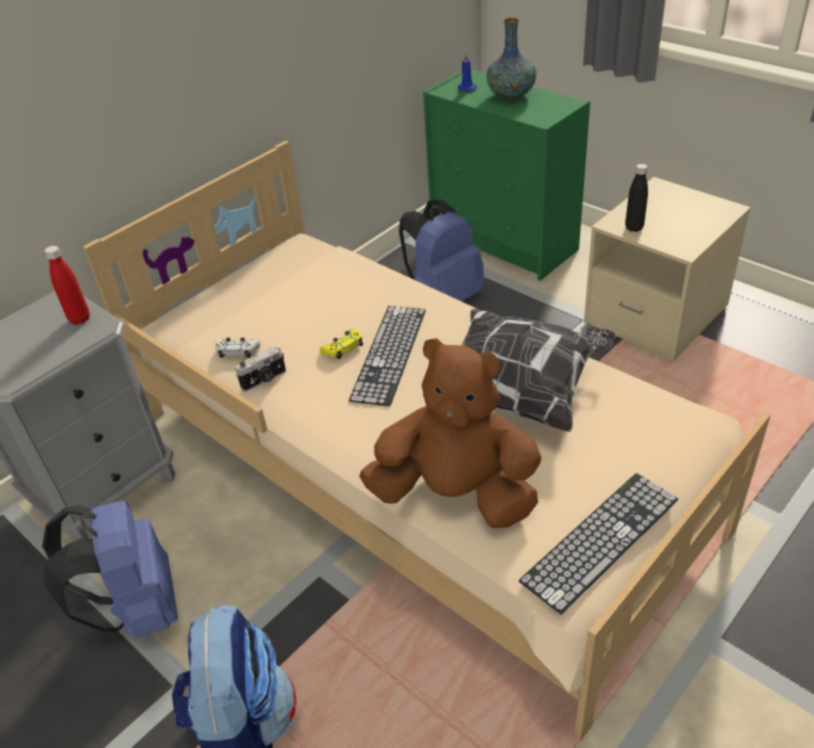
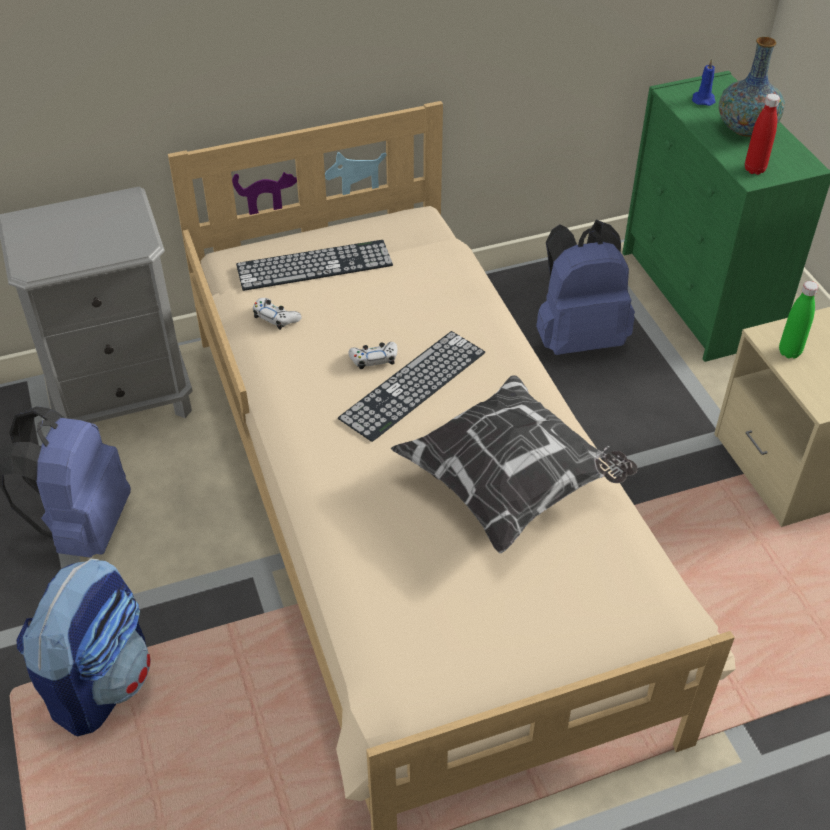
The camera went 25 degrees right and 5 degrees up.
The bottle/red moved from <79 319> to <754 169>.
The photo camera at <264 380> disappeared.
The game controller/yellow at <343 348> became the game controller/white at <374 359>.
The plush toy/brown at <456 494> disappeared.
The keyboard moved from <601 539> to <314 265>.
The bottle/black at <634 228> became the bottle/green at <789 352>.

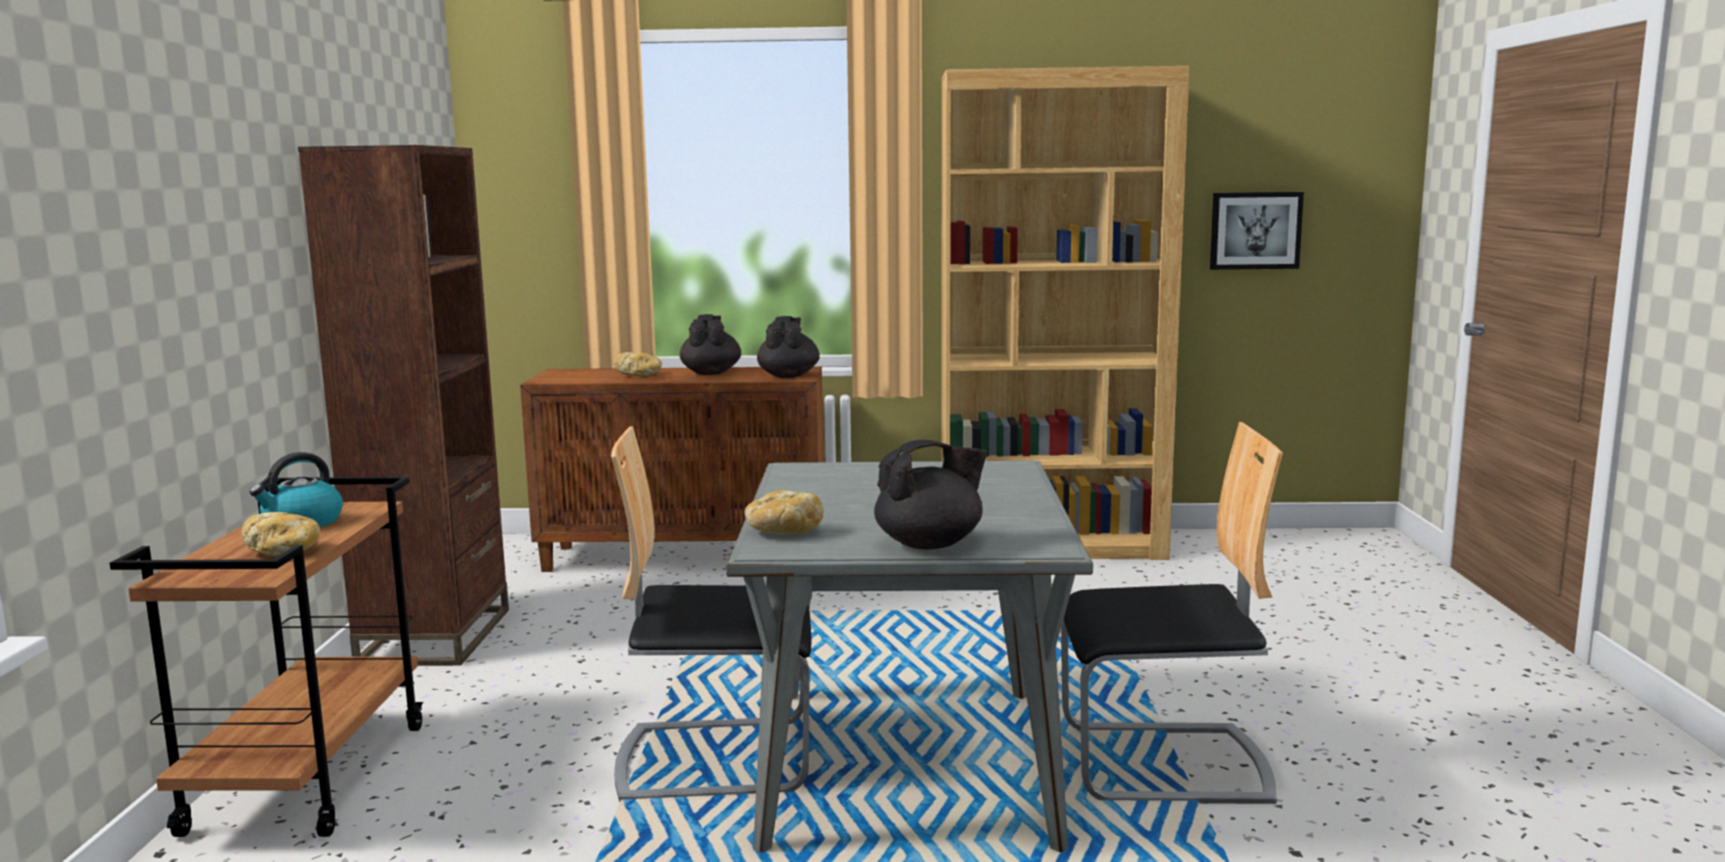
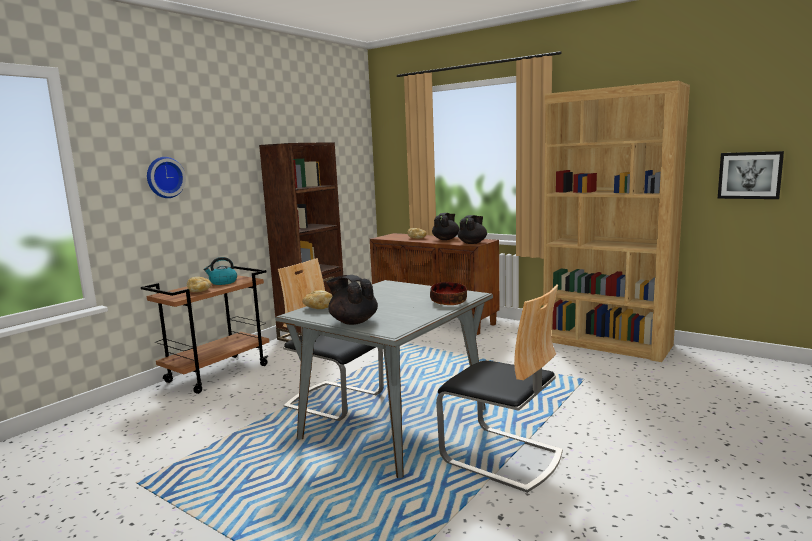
The camera went 35 degrees right and 0 degrees up.
The teapot/black at <930 544> turned 150 degrees counterclockwise.
The wall clock at <164 177> appeared.
The bowl at <448 302> appeared.

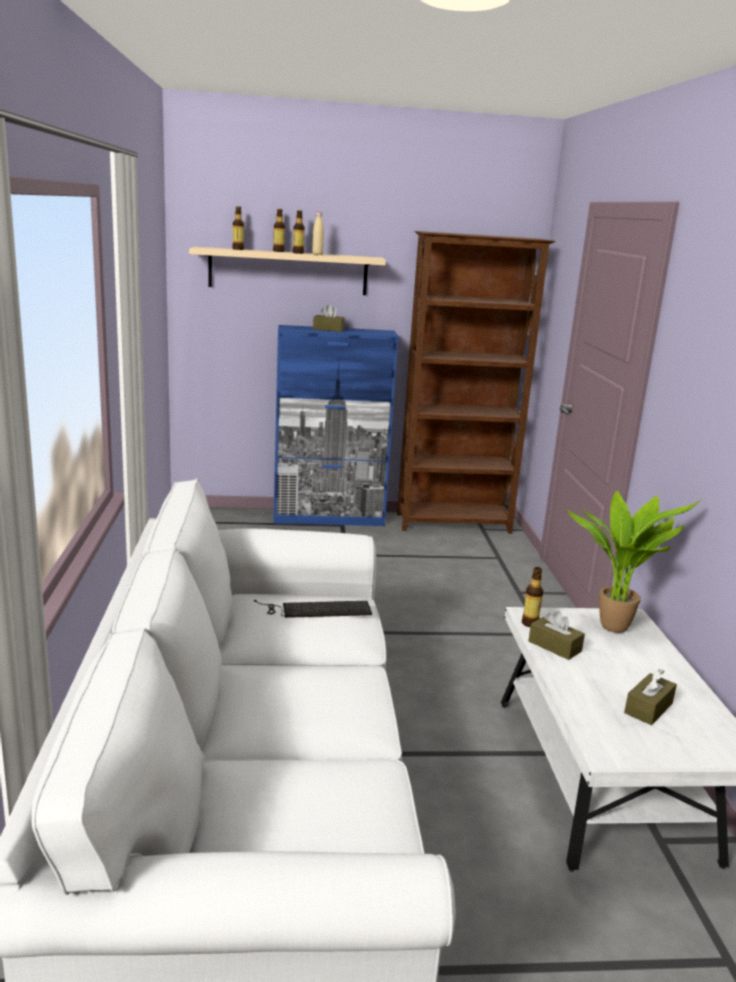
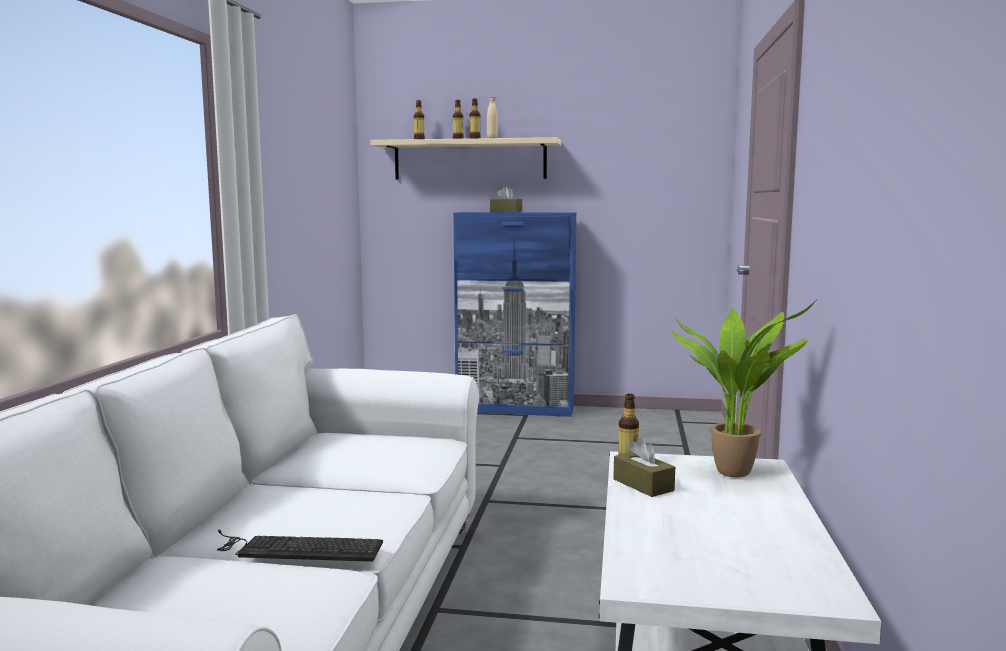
The camera went 15 degrees right and 10 degrees down.
The keyboard moved from <315 609> to <295 548>.
The bookcase/brown at <454 524> disappeared.
The tissue box/brown at <648 708> disappeared.

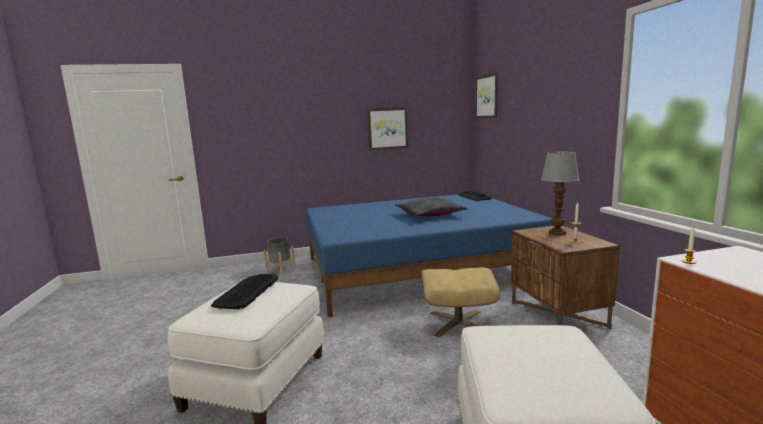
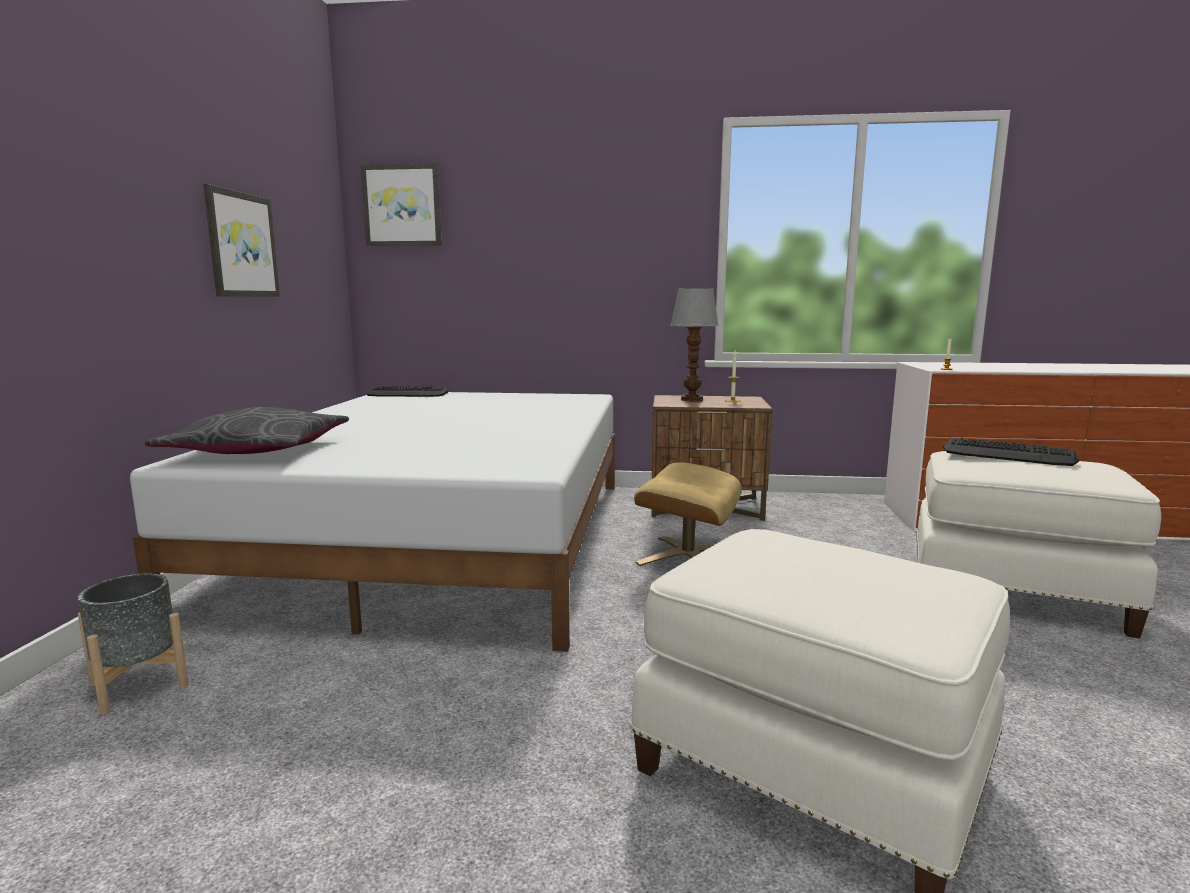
The camera went 70 degrees left and 0 degrees up.
The keyboard moved from <246 292> to <1008 454>.
The bed/blue at <418 269> became the bed/white at <445 539>.
The pillow/grey moved from <430 215> to <258 450>.

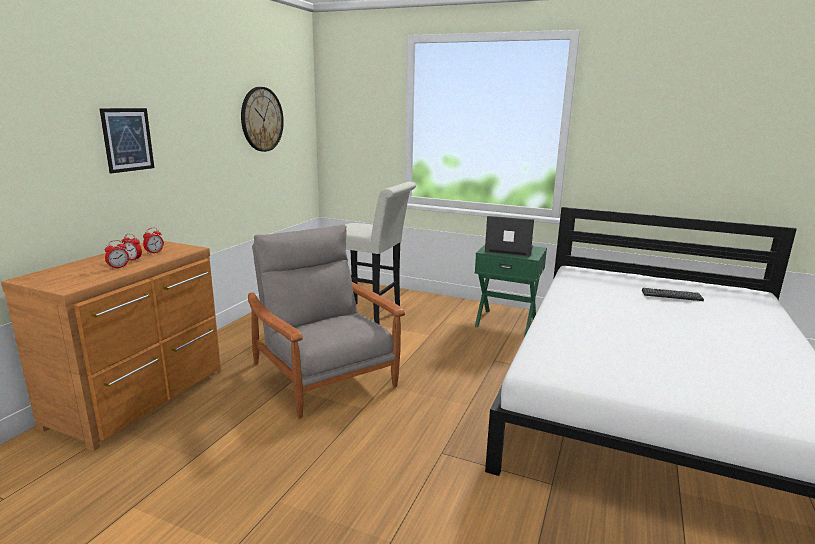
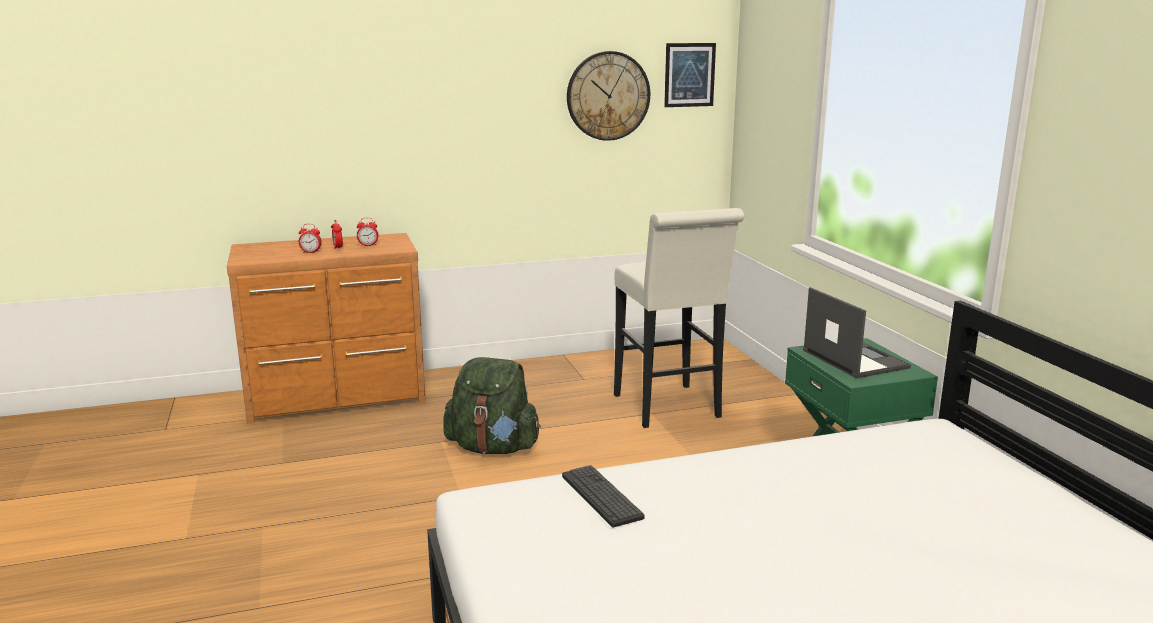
The camera went 50 degrees right and 0 degrees up.
The picture moved from <128 140> to <689 75>.
The armchair/grey at <324 375> was replaced by the backpack/green at <493 448>.
The keyboard moved from <671 295> to <601 496>.

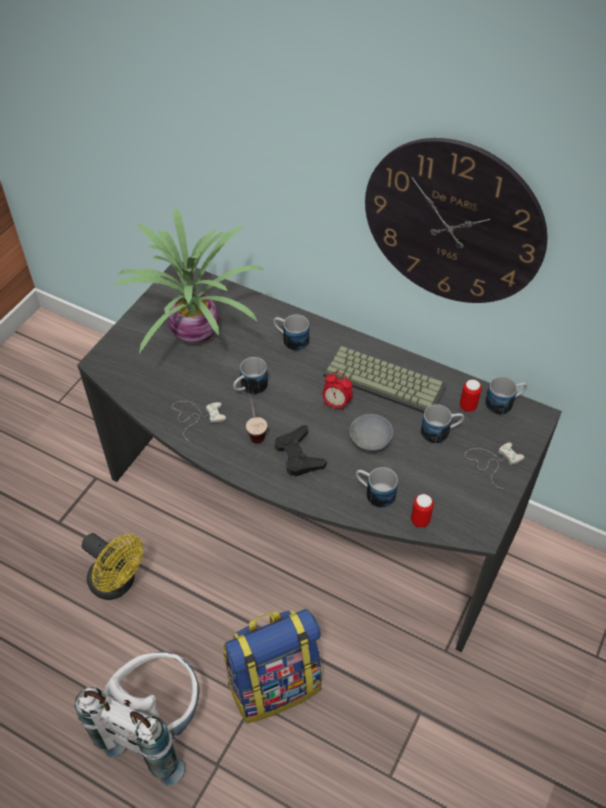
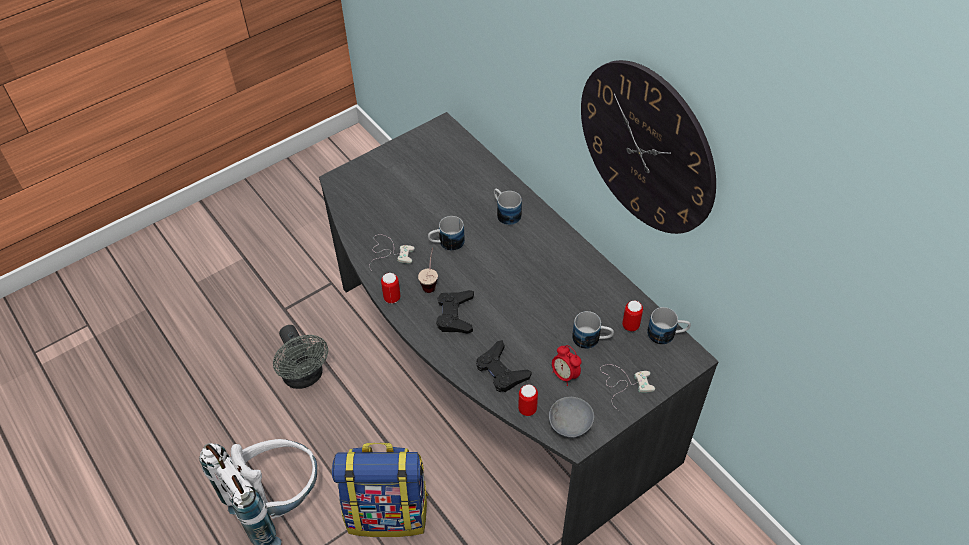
The camera went 25 degrees right and 0 degrees up.
The fan/yellow at <118 583> became the fan/grey at <305 377>.
The potted plant at <192 334> disappeared.
The alarm clock moved from <336 404> to <564 375>.
The keyboard at <386 380> disappeared.
The bowl/grey moved from <371 440> to <571 424>.
The mug at <374 493> was replaced by the game controller/black at <501 371>.
The can at <392 298> appeared.

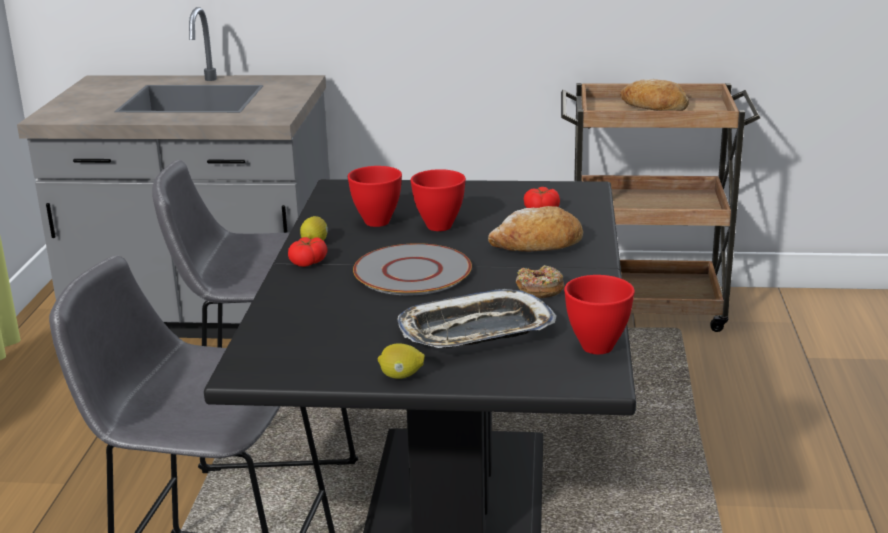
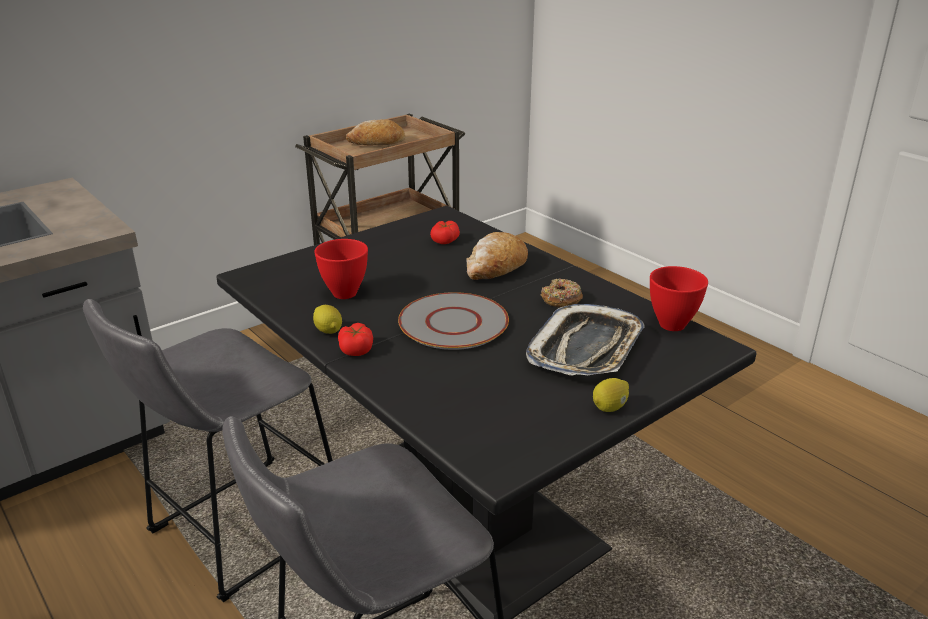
The camera went 45 degrees left and 5 degrees up.
The bowl/red at <439 227> disappeared.

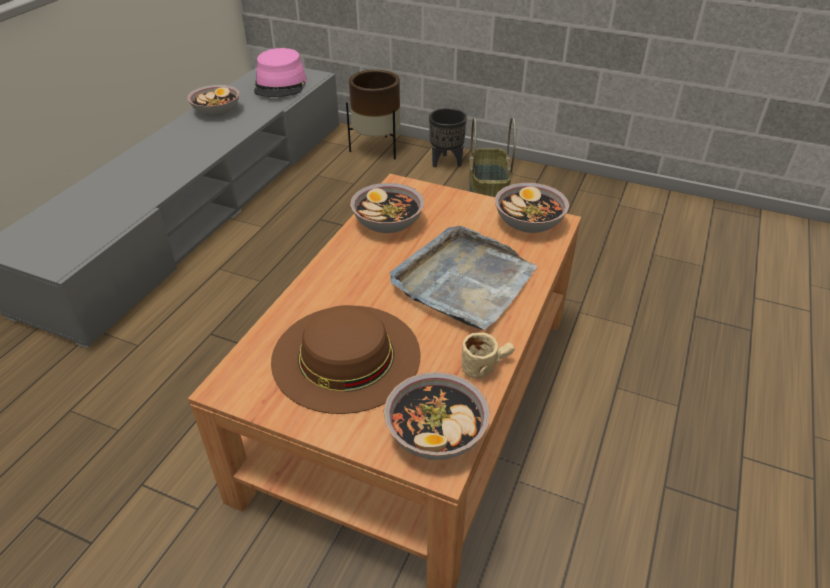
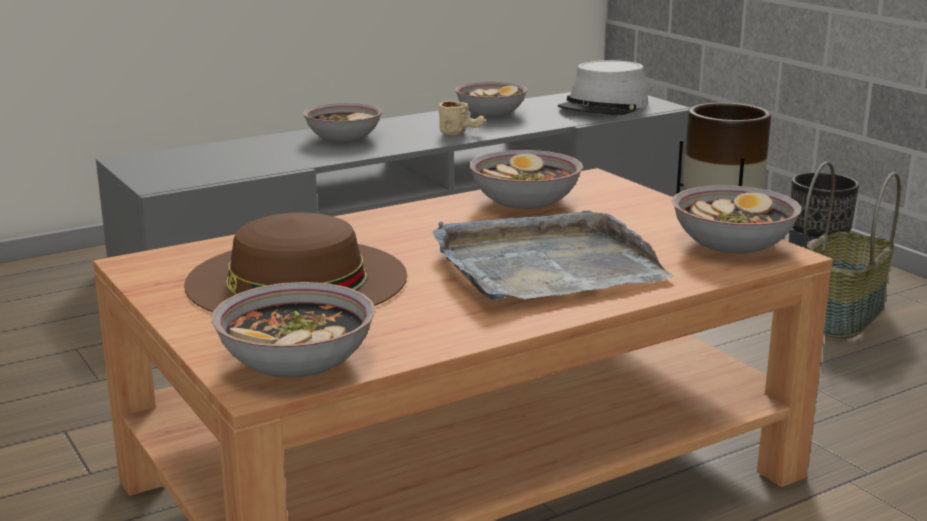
The camera went 35 degrees right and 20 degrees down.
The hat/pink at <280 85> became the hat/grey at <604 106>.
The mug/beige moved from <485 365> to <461 132>.
The bowl at <343 137> appeared.

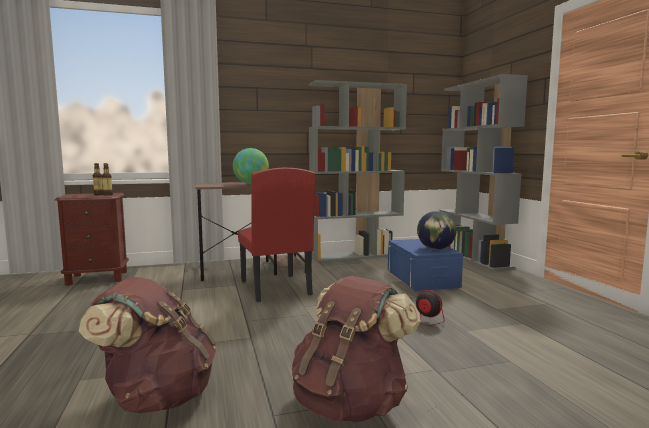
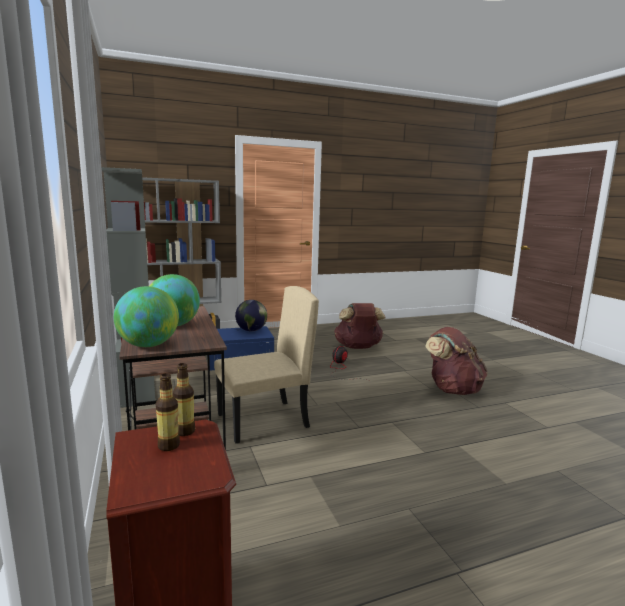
The camera went 95 degrees left and 5 degrees up.
The backpack/brown moved from <157 398> to <358 347>.
The chair/red at <274 288> became the chair/beige at <263 421>.
The globe at <148 345> appeared.

